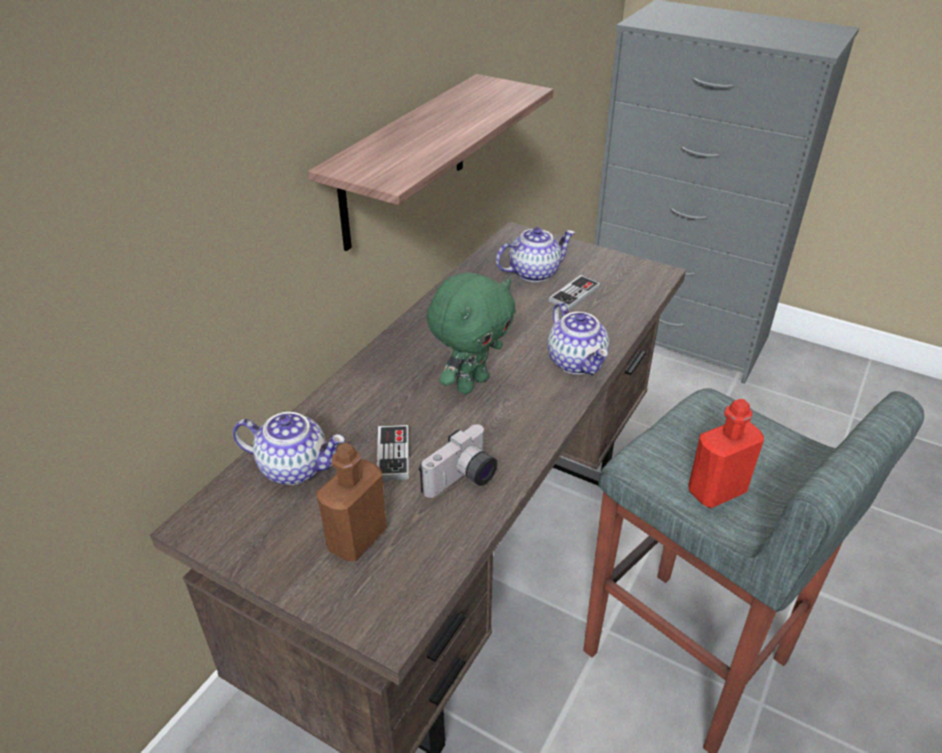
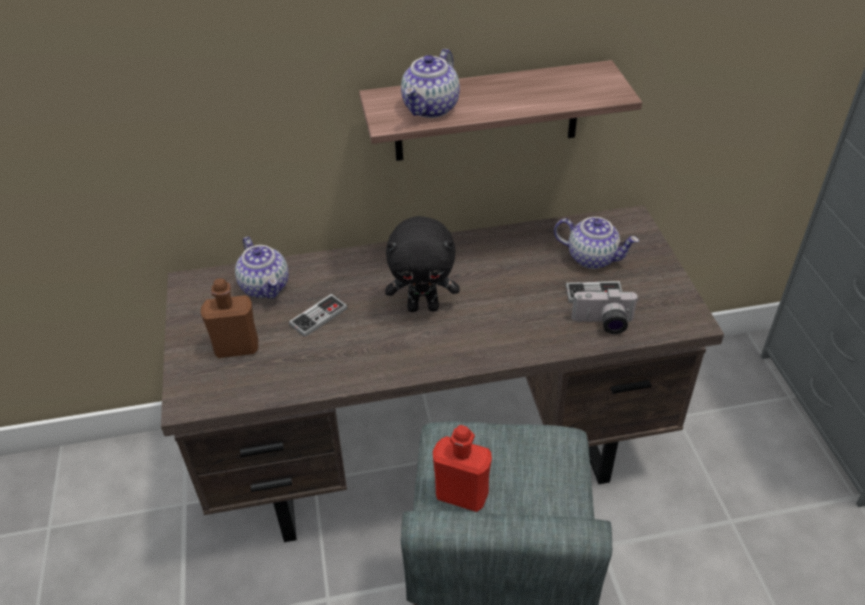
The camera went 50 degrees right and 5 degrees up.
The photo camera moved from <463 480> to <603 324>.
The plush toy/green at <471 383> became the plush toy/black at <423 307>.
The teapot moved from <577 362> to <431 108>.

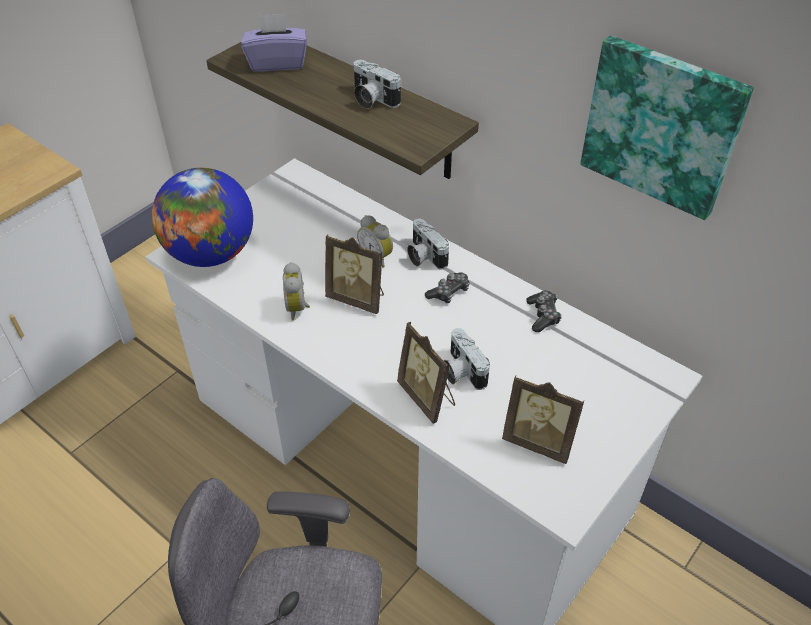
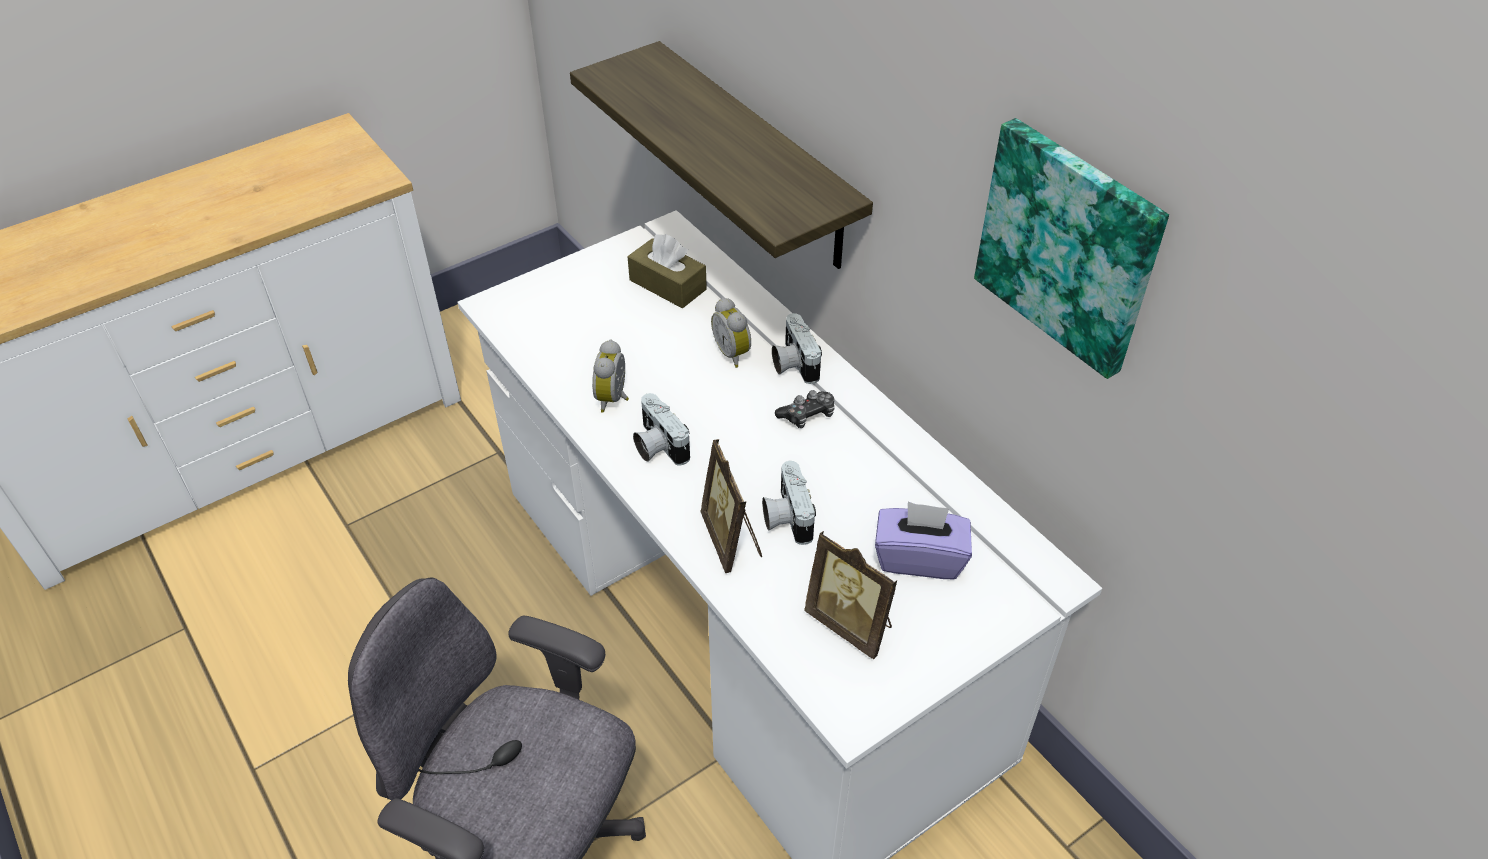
The camera went 15 degrees right and 0 degrees up.
The globe at <211 254> disappeared.
The tissue box/purple moved from <277 63> to <919 558>.
The picture frame at <357 298> disappeared.
The photo camera moved from <371 99> to <657 446>.
The game controller at <543 315> disappeared.
The tissue box/brown at <667 285> appeared.

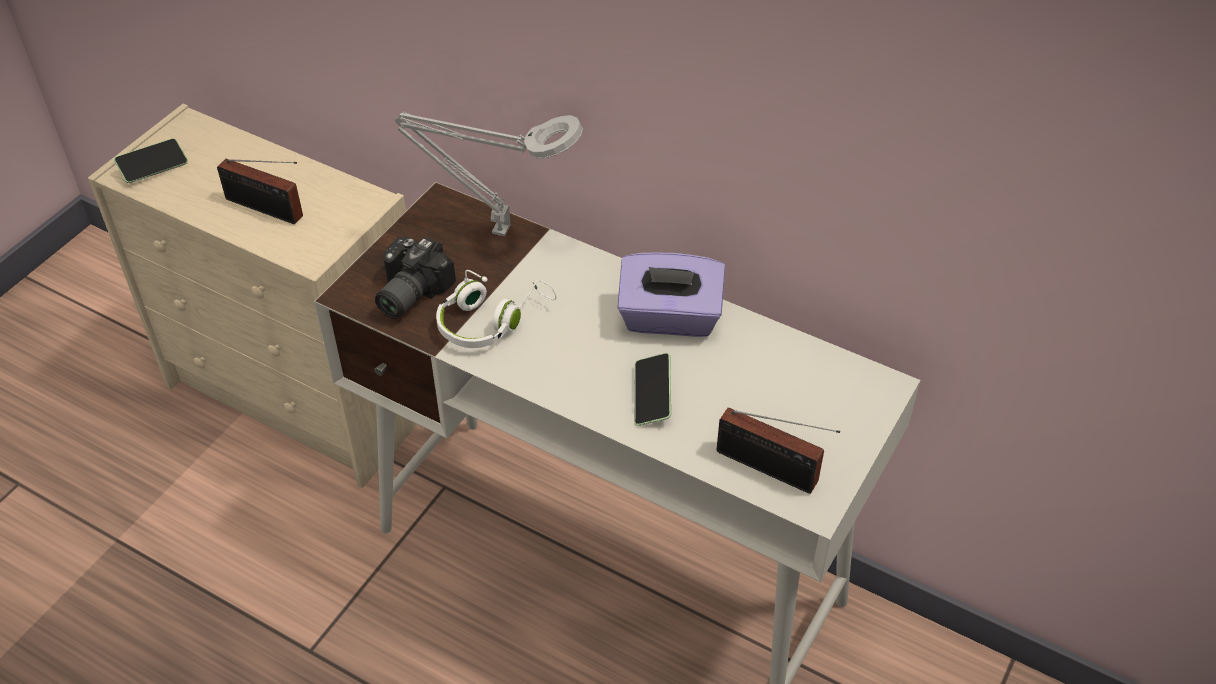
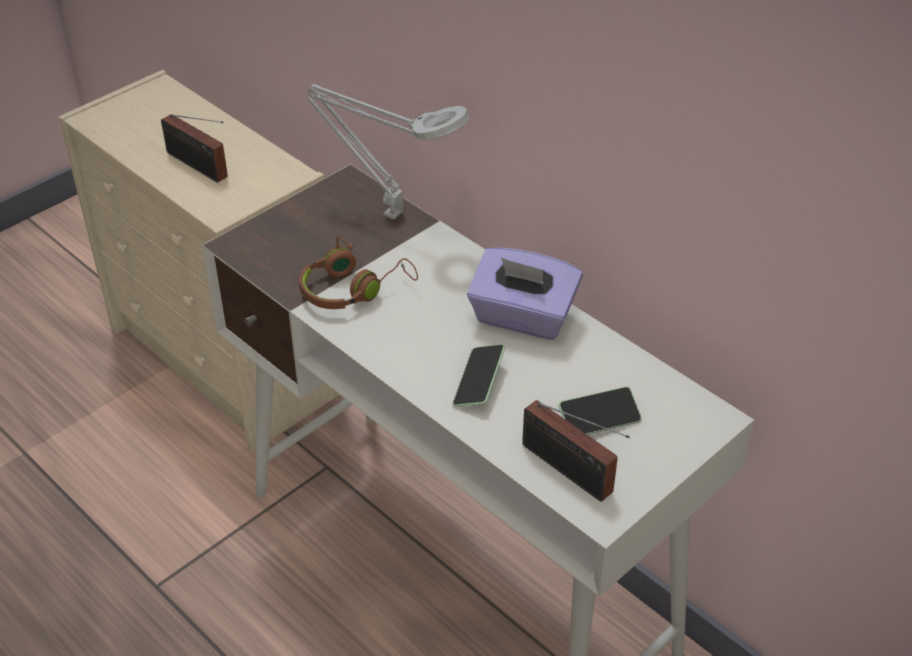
The camera went 15 degrees right and 5 degrees down.
The phone moved from <153 168> to <599 420>.
The photo camera at <407 293> disappeared.
The headphones/white at <491 320> became the headphones/brown at <353 289>.

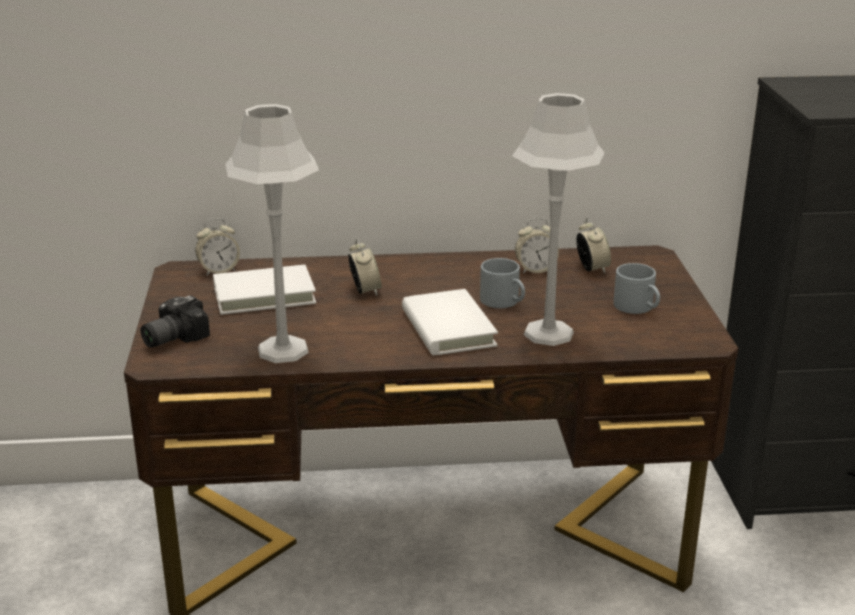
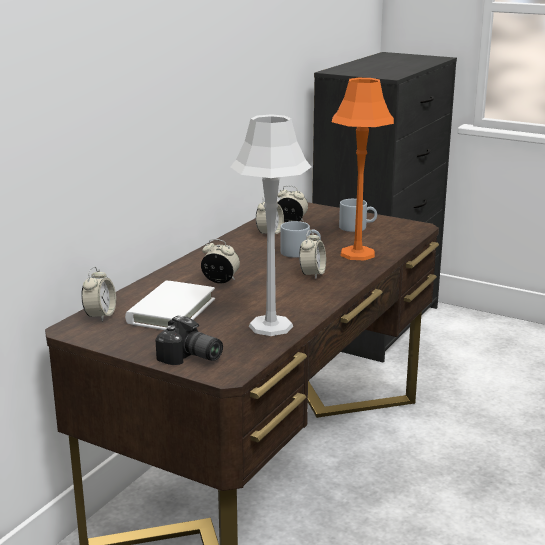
The camera went 55 degrees left and 5 degrees down.
The photo camera at <171 337> turned 45 degrees counterclockwise.
The book/white at <448 328> was replaced by the alarm clock at <312 274>.
The table lamp/grey at <549 333> became the table lamp/orange at <357 254>.

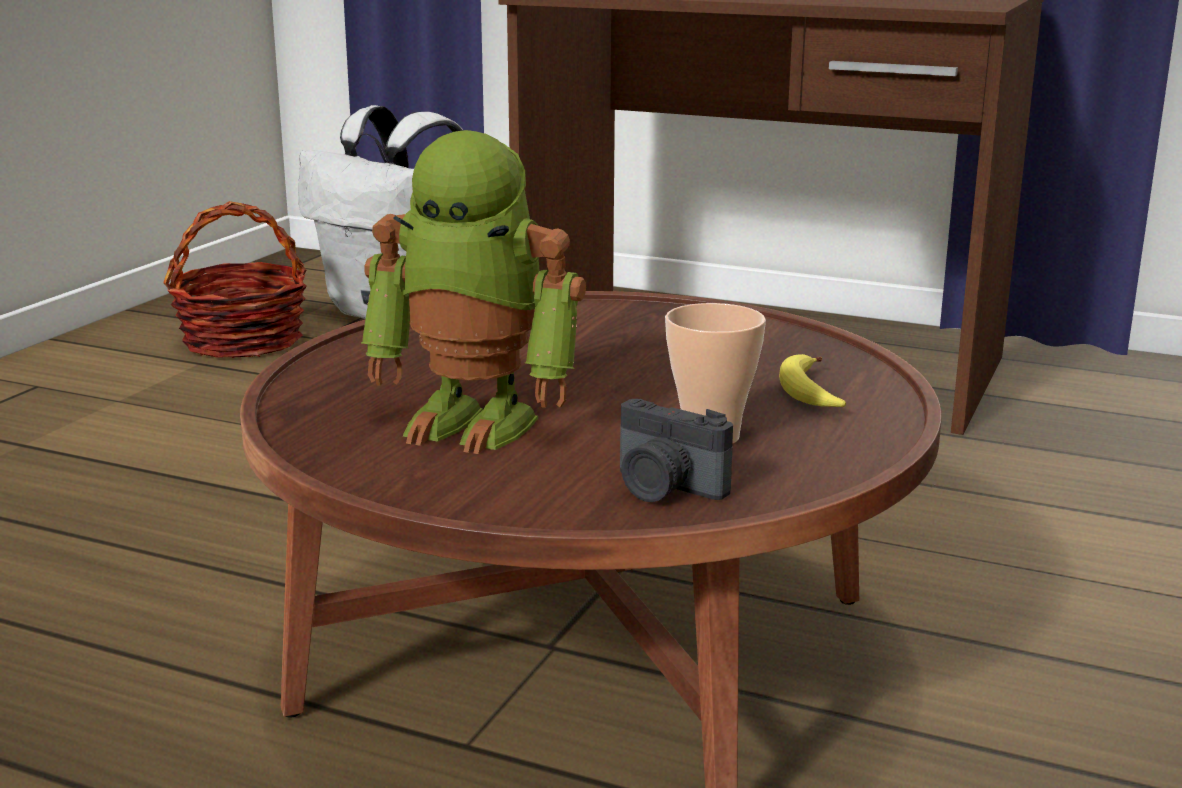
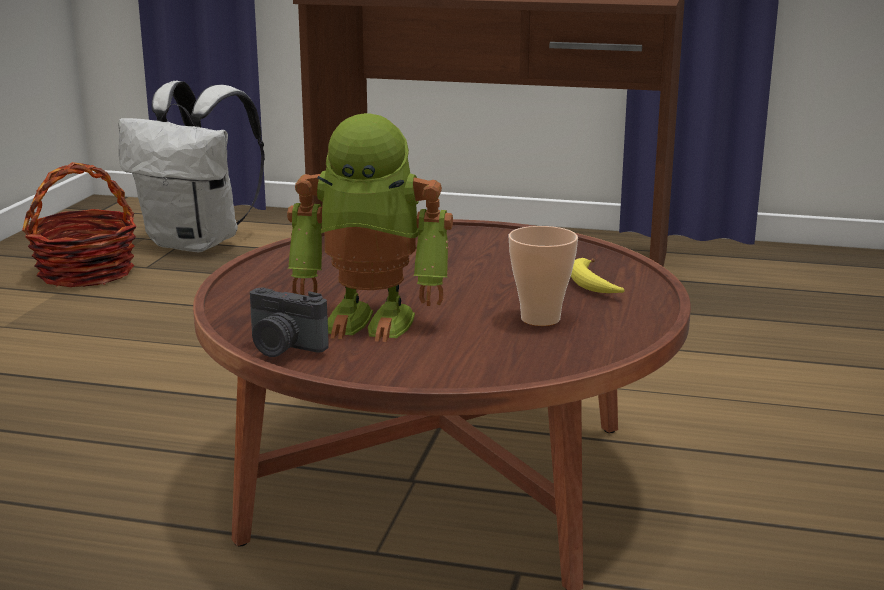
The camera went 10 degrees left and 0 degrees up.
The photo camera moved from <664 488> to <283 347>.

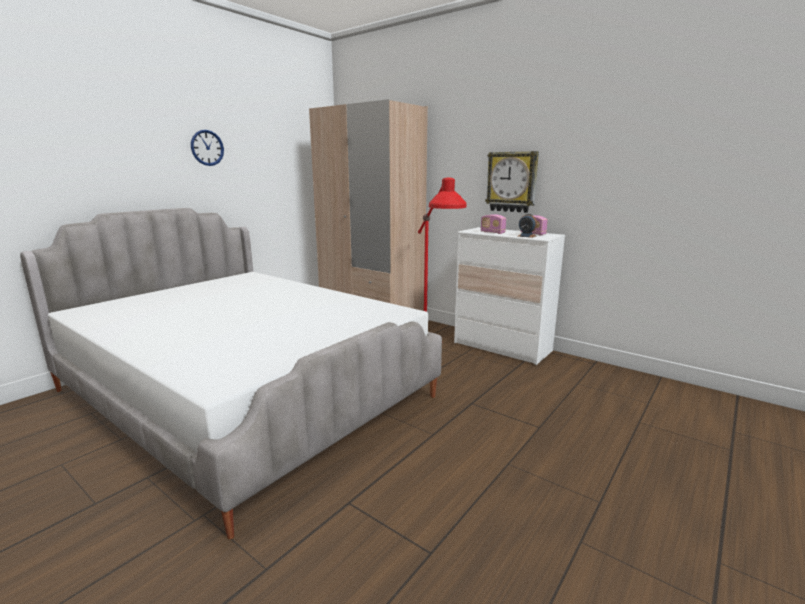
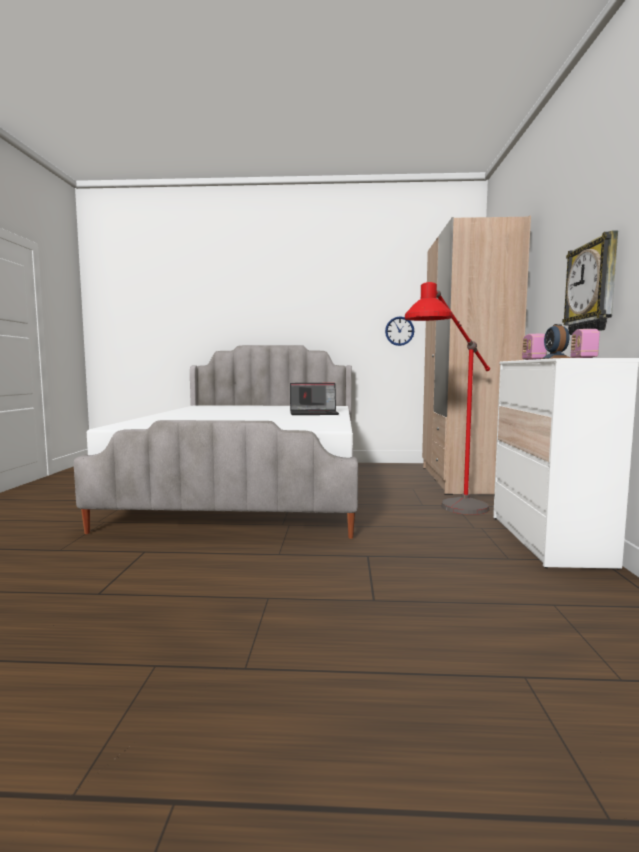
The camera went 55 degrees right and 10 degrees down.
The wall clock moved from <207 148> to <399 331>.
The laptop at <314 413> appeared.

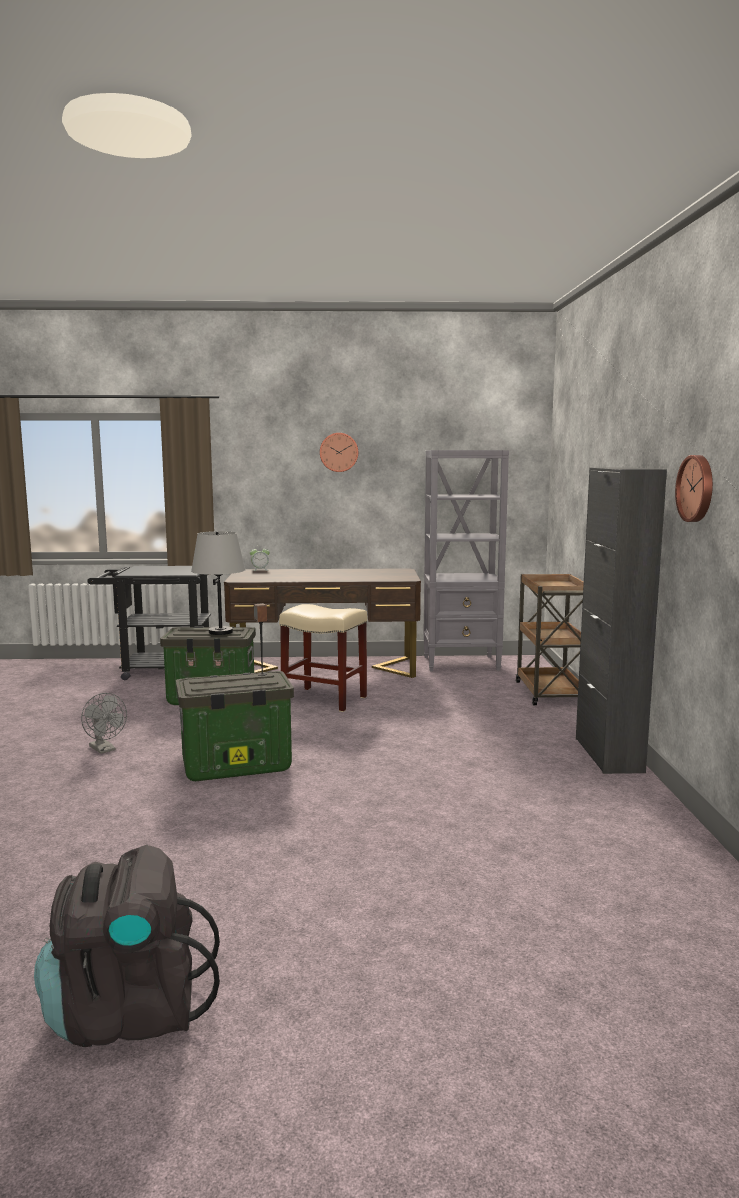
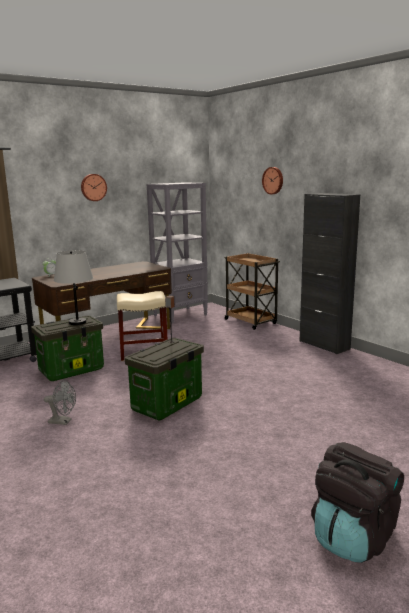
The camera went 35 degrees left and 5 degrees up.
The wall clock moved from <697 488> to <273 180>.

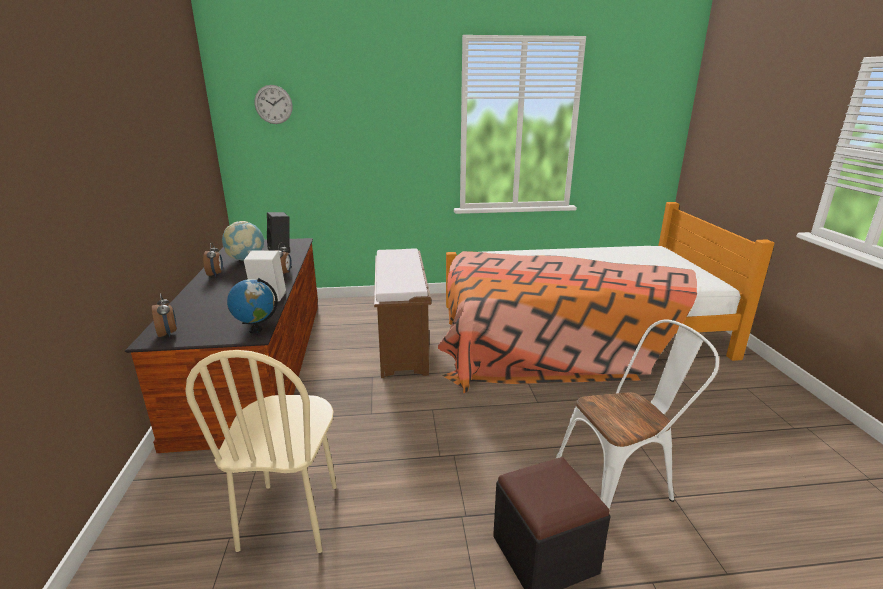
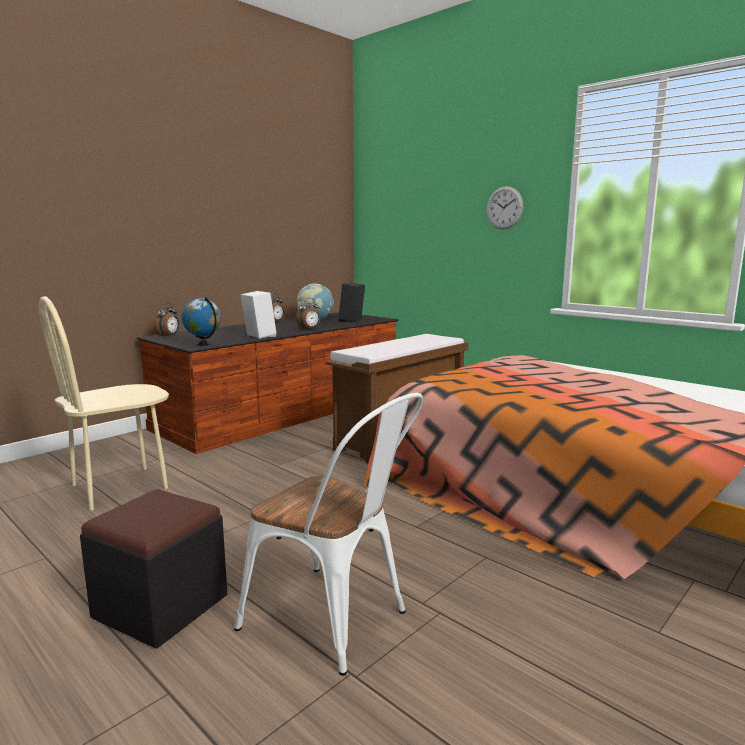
The camera went 50 degrees right and 10 degrees down.
The wall clock moved from <273 104> to <504 208>.

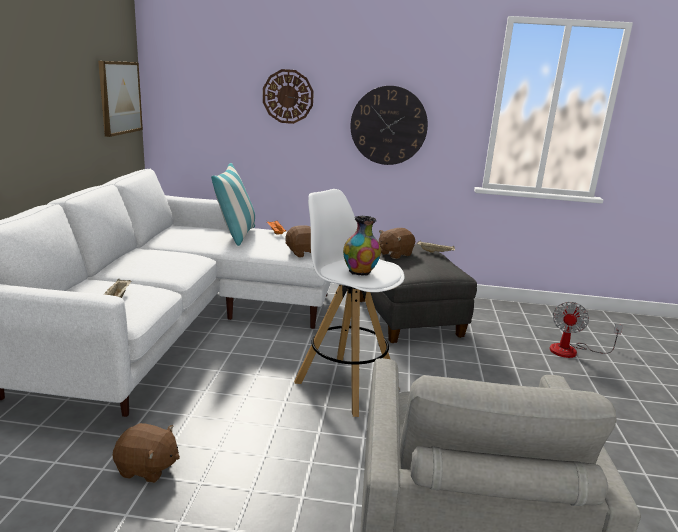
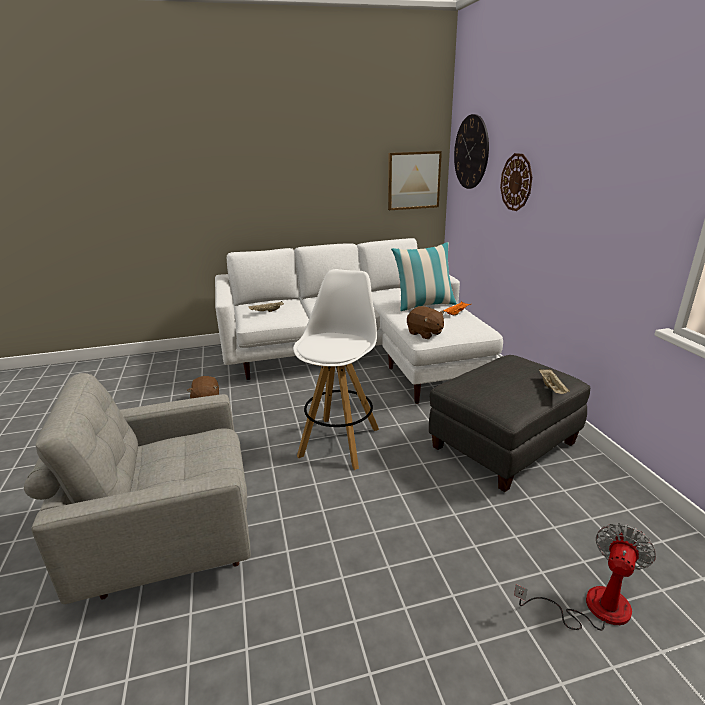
The camera went 70 degrees right and 5 degrees up.
The vase at <360 272> disappeared.
The wall clock moved from <388 125> to <471 152>.
The plush toy/brown at <394 254> disappeared.
The fan at <572 351> turned 120 degrees clockwise.

